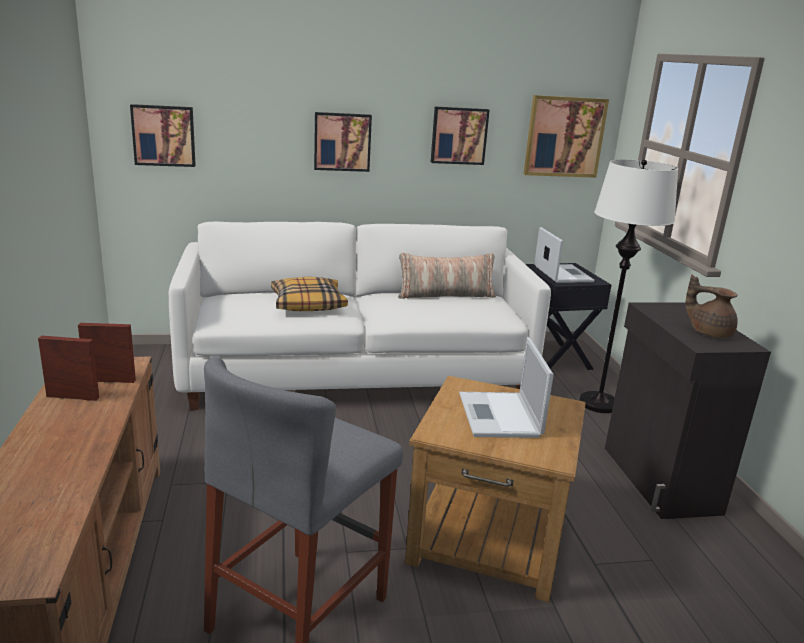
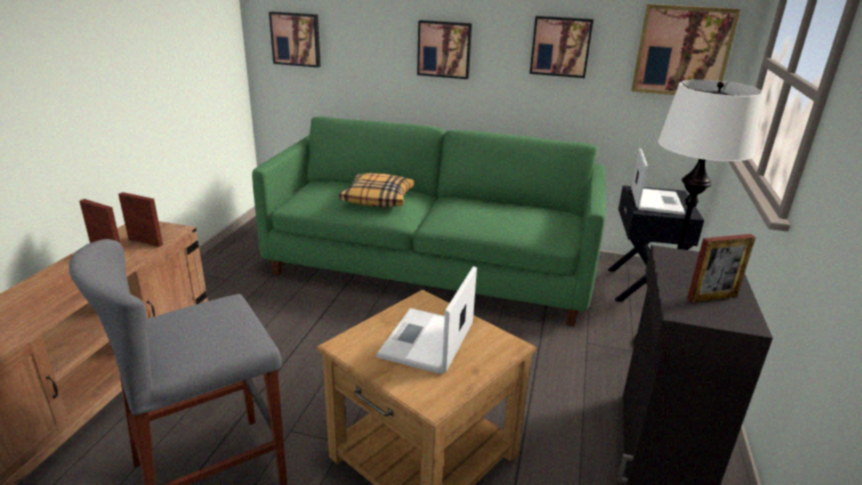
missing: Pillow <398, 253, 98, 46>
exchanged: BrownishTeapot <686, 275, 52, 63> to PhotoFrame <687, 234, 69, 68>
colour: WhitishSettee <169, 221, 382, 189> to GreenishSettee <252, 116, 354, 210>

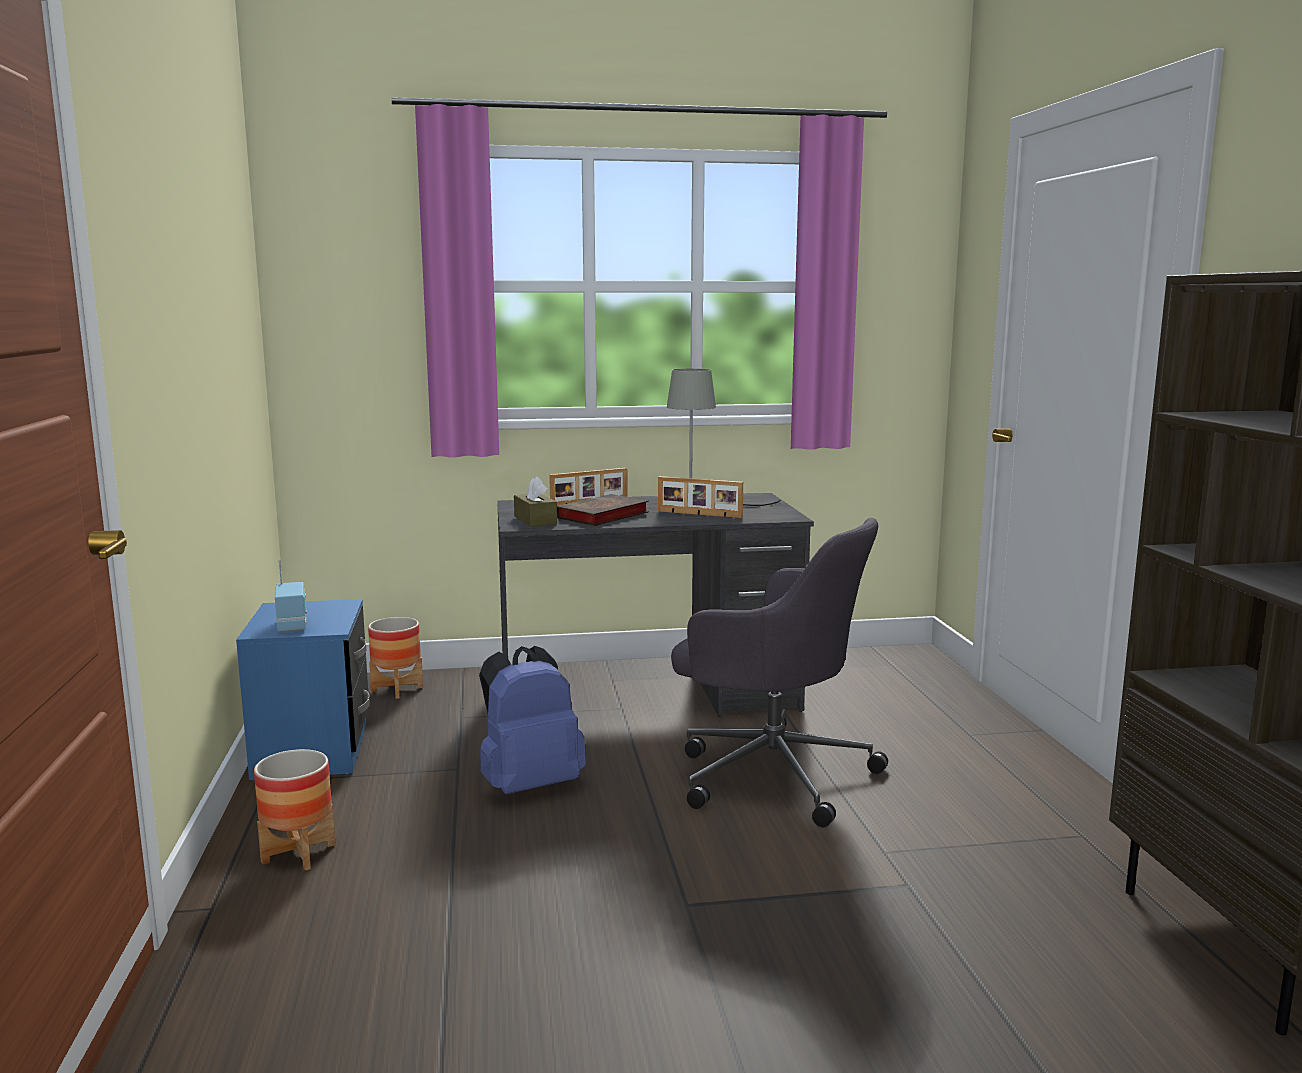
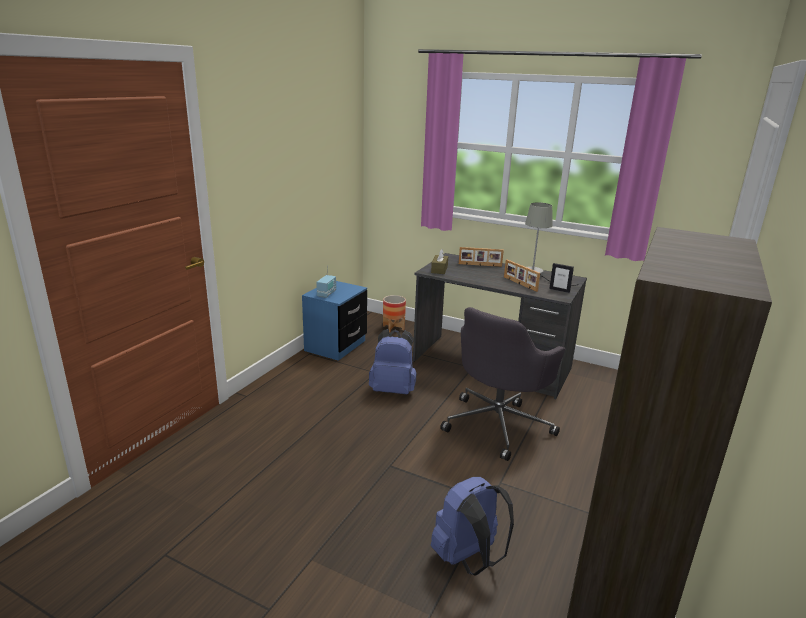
missing: PlantPot <254, 749, 82, 122>; Book <557, 494, 92, 32>
appeared: BlueColouredBackpack <431, 477, 83, 99>; PhotoFrame <549, 263, 25, 30>
spun: GreyDeskChair <671, 518, 217, 310> = <440, 307, 125, 154> 60 degrees clockwise

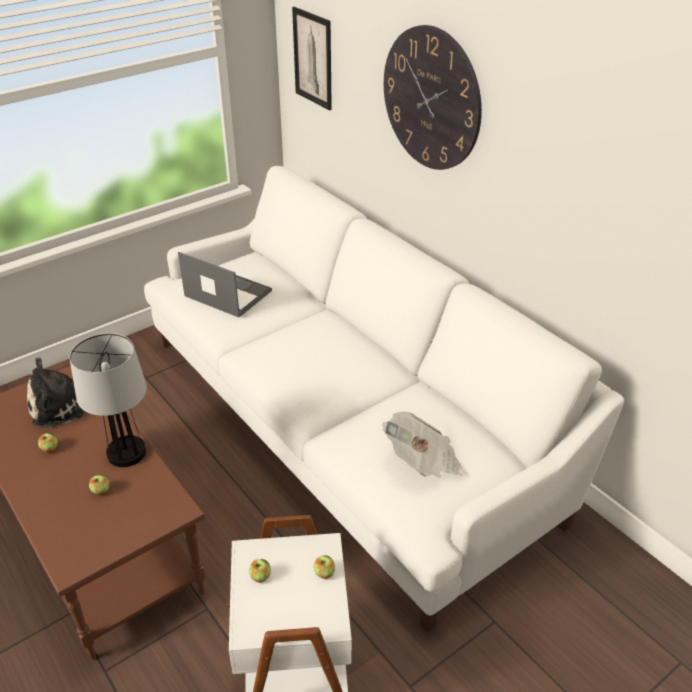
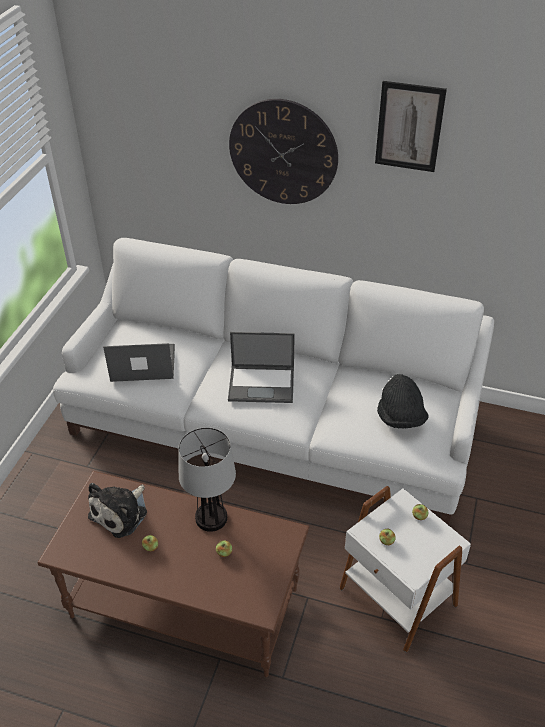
appeared: NotebookComputer <228, 332, 67, 71>
relocated: Picture <292, 7, 40, 103> to <375, 81, 72, 91>
exchanged: DailyPaper <382, 412, 82, 66> to BlackishHat <377, 374, 52, 54>

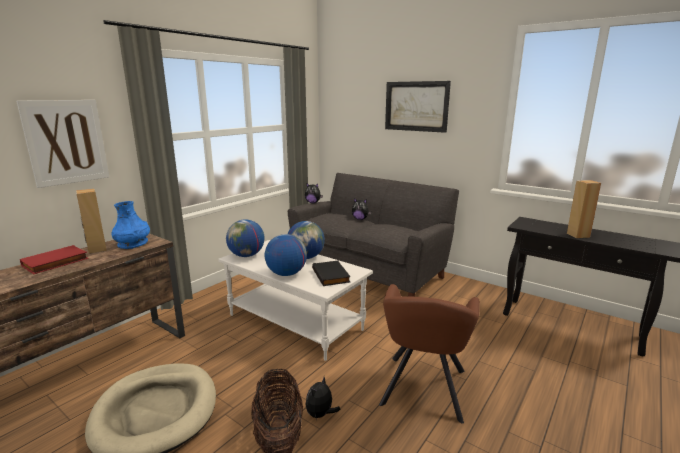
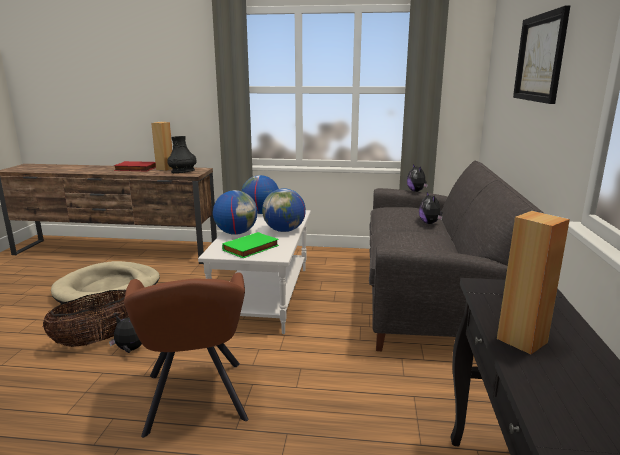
missing: Picture <16, 100, 93, 88>
colour: BlueColouredDecorativeVase <112, 201, 38, 48> to BlackishDecorativeVase <167, 136, 30, 37>; BlackishBook <312, 261, 38, 25> to GreenishBook <222, 232, 57, 26>
spun: BrownishArmchair <379, 284, 101, 140> = <124, 272, 125, 166> 90 degrees counterclockwise

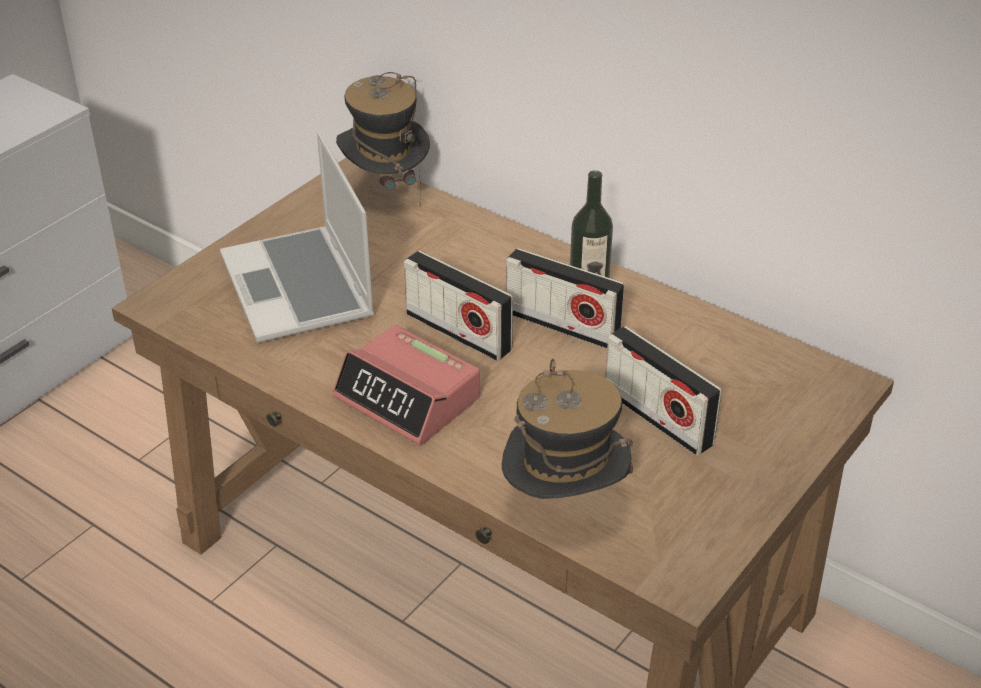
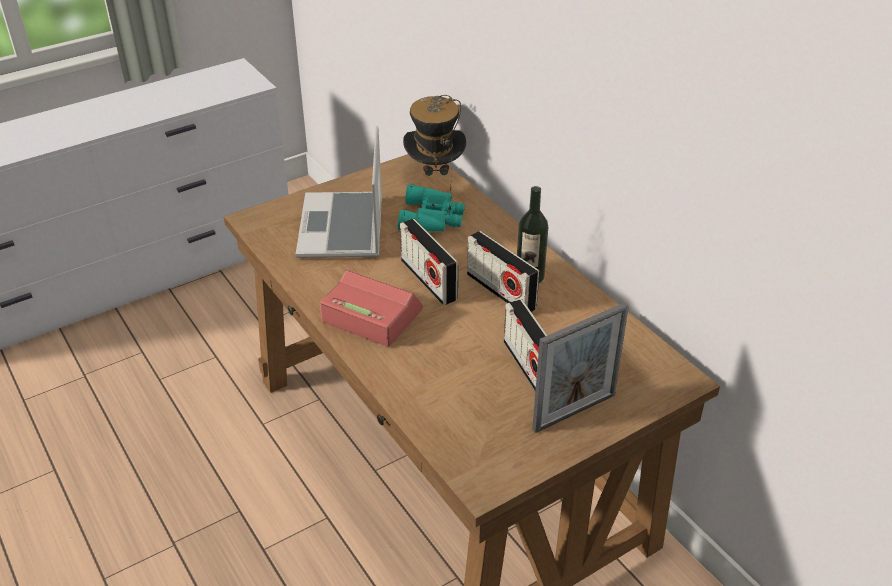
missing: Hat <502, 359, 131, 140>
appeared: TurquoisePairOfBinoculars <398, 184, 67, 48>; PhotoFrame <532, 303, 97, 130>
spun: AlarmClock <332, 325, 148, 121> = <320, 270, 103, 77> 150 degrees clockwise

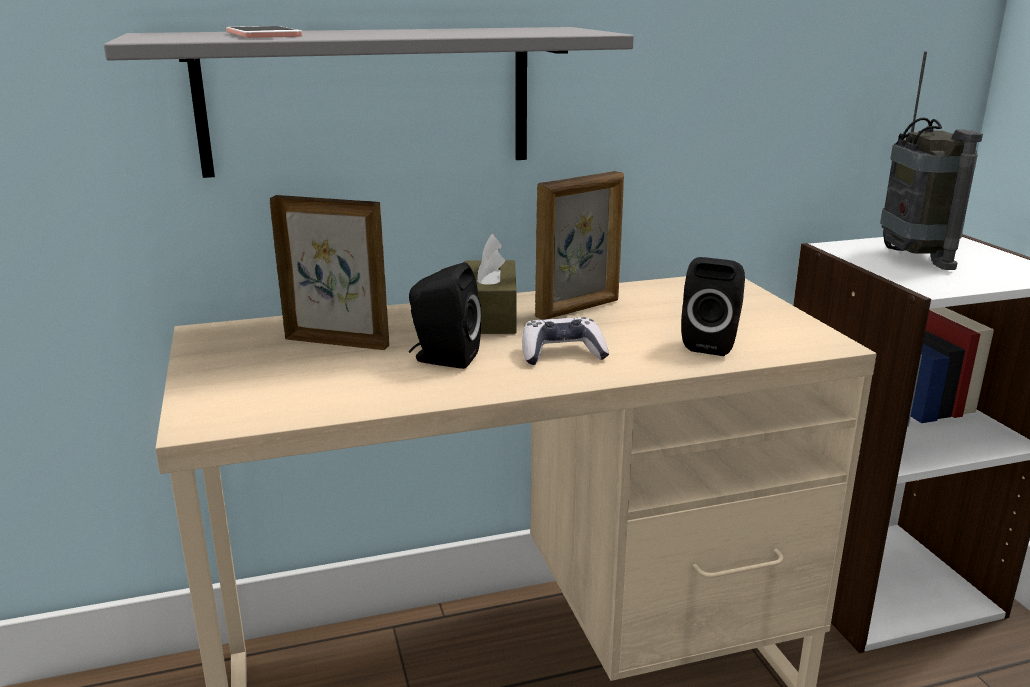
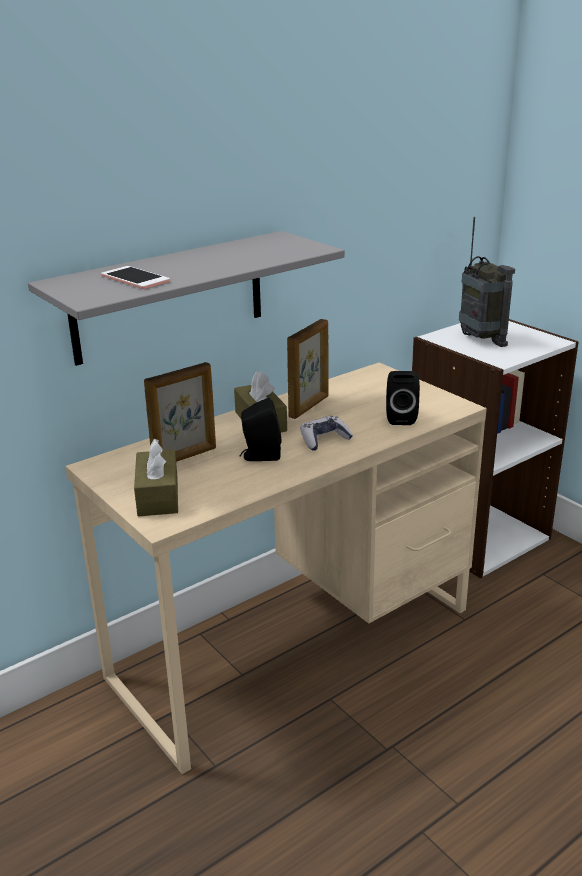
appeared: BrownishTissueBox <134, 438, 44, 78>
spun: PhotoFrame <270, 195, 119, 155> = <144, 362, 72, 100> 150 degrees clockwise

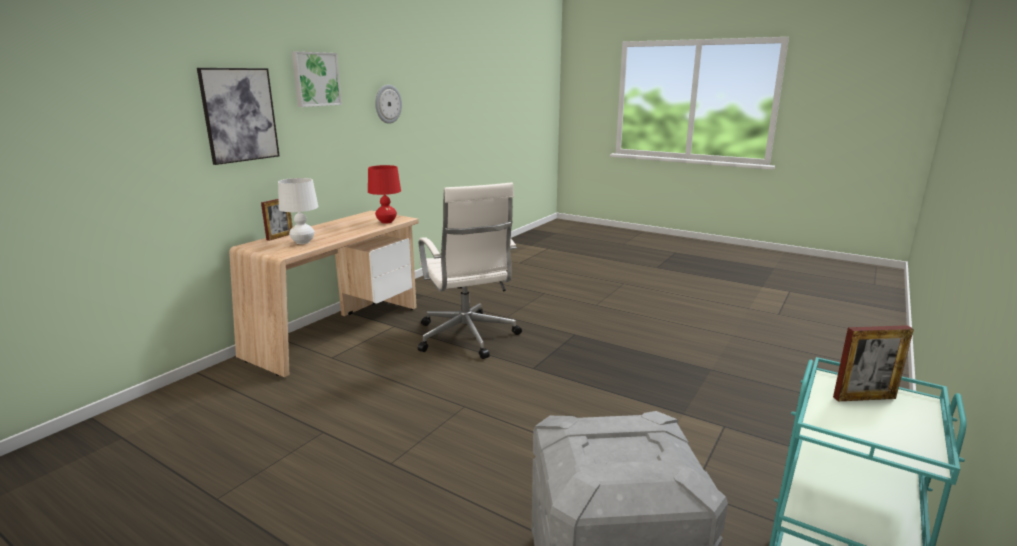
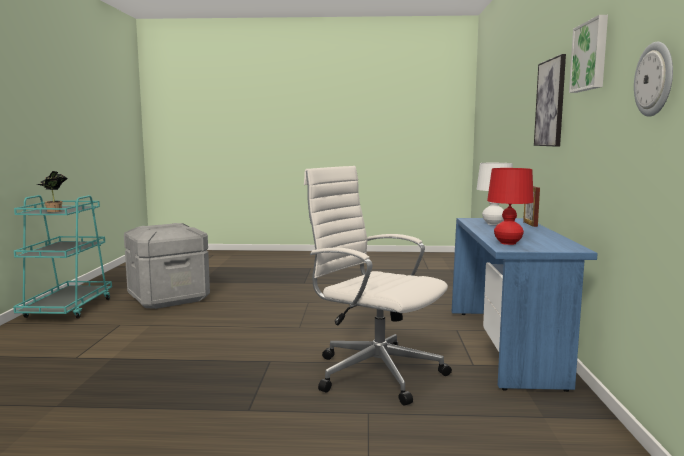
exchanged: PhotoFrame <833, 325, 81, 76> to Houseplant <37, 171, 31, 41>
colour: BeigeDeskTable <229, 211, 190, 166> to BlueColouredDeskTable <452, 218, 146, 174>

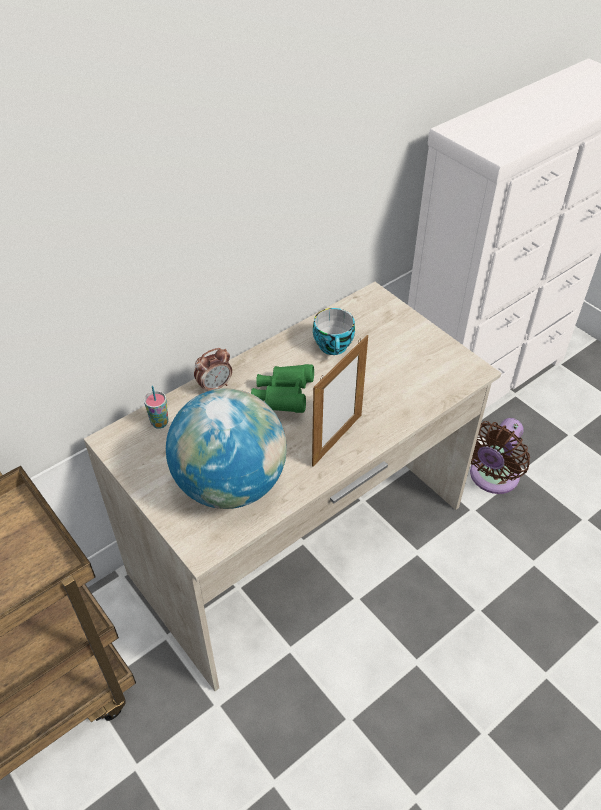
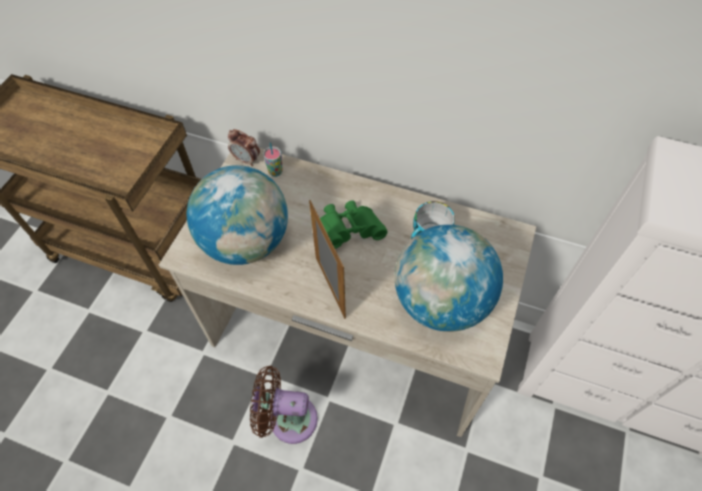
appeared: WorldGlobe <395, 225, 108, 107>
relocated: AlarmClock <194, 348, 38, 43> to <228, 129, 32, 37>; BrownishElectricFan <470, 418, 60, 76> to <250, 366, 68, 78>
spun: PhotoFrame <312, 335, 56, 132> = <309, 200, 37, 119> 120 degrees counterclockwise

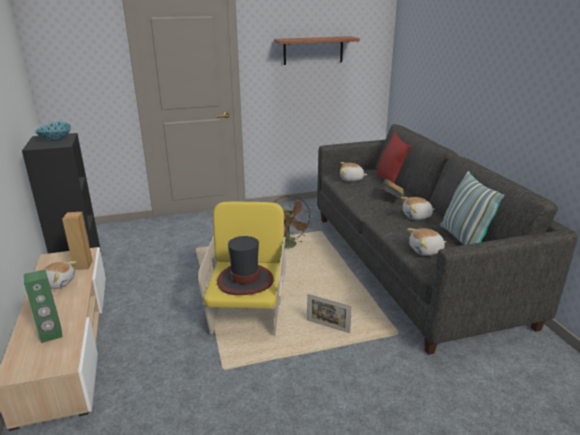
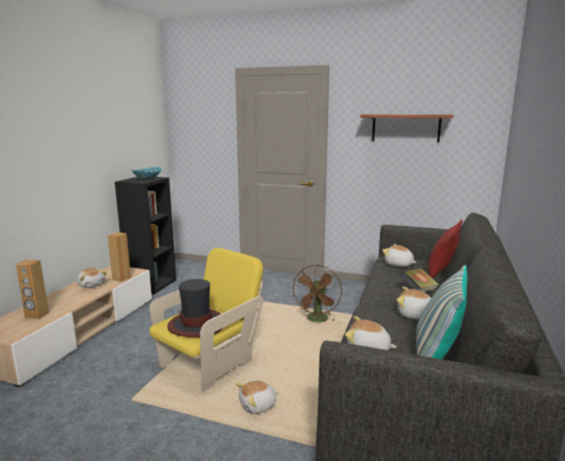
exchanged: PhotoFrame <307, 294, 45, 39> to SoftToy <236, 380, 42, 34>
colour: GreenishAudioSpeaker <24, 269, 38, 74> to BrownishAudioSpeaker <16, 259, 33, 60>

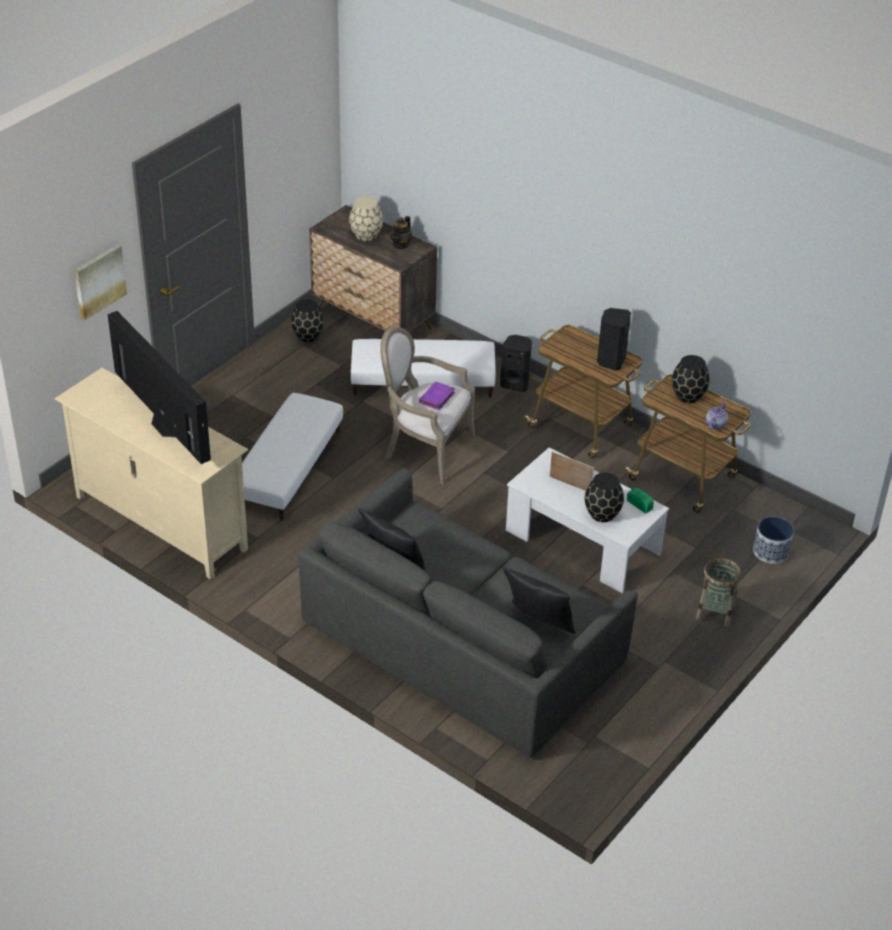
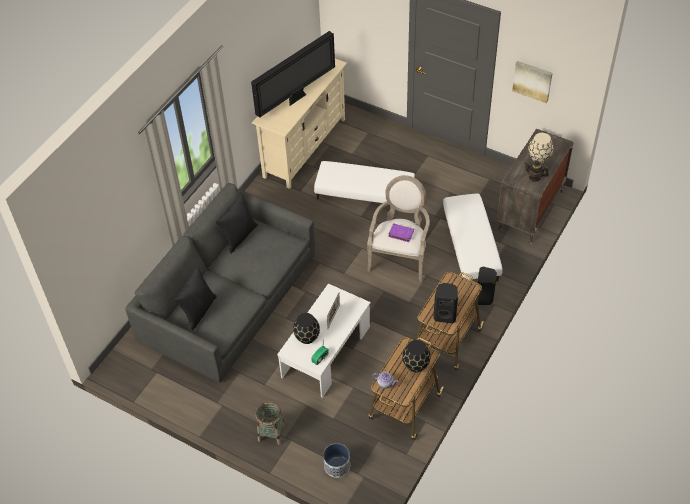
missing: BlackishDecorativeVase <291, 299, 33, 43>
relocated: Picture <74, 244, 53, 77> to <512, 61, 41, 42>

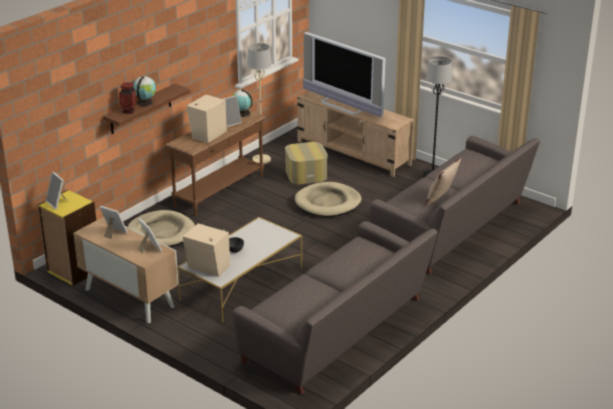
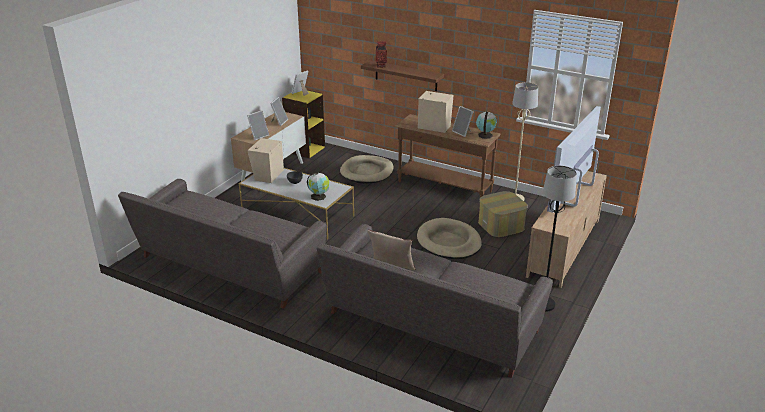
relocated: WorldGlobe <134, 76, 22, 30> to <307, 173, 22, 28>

